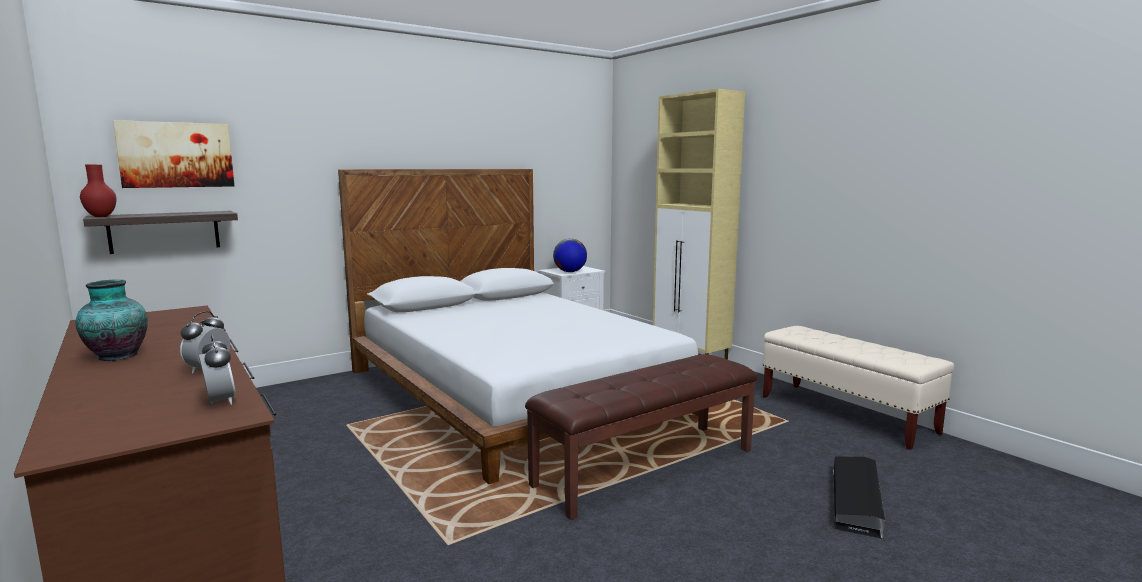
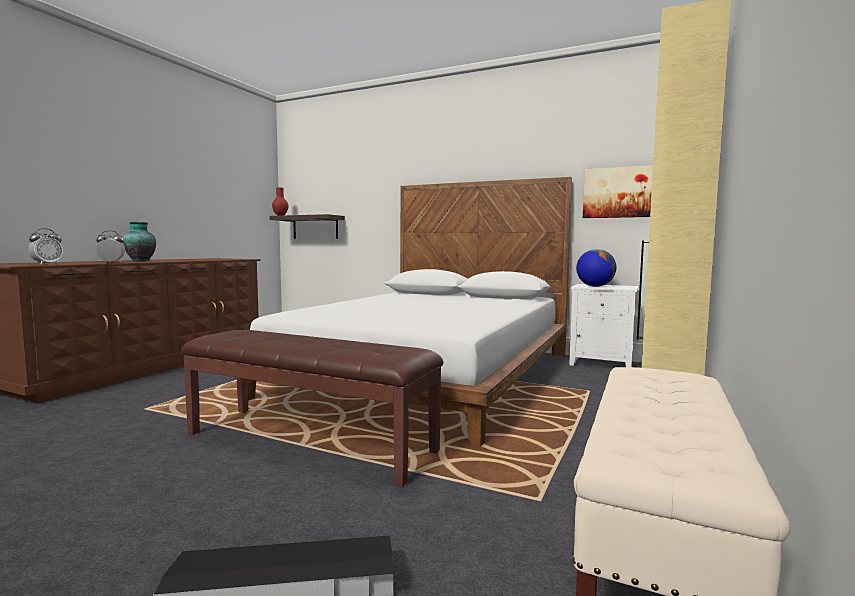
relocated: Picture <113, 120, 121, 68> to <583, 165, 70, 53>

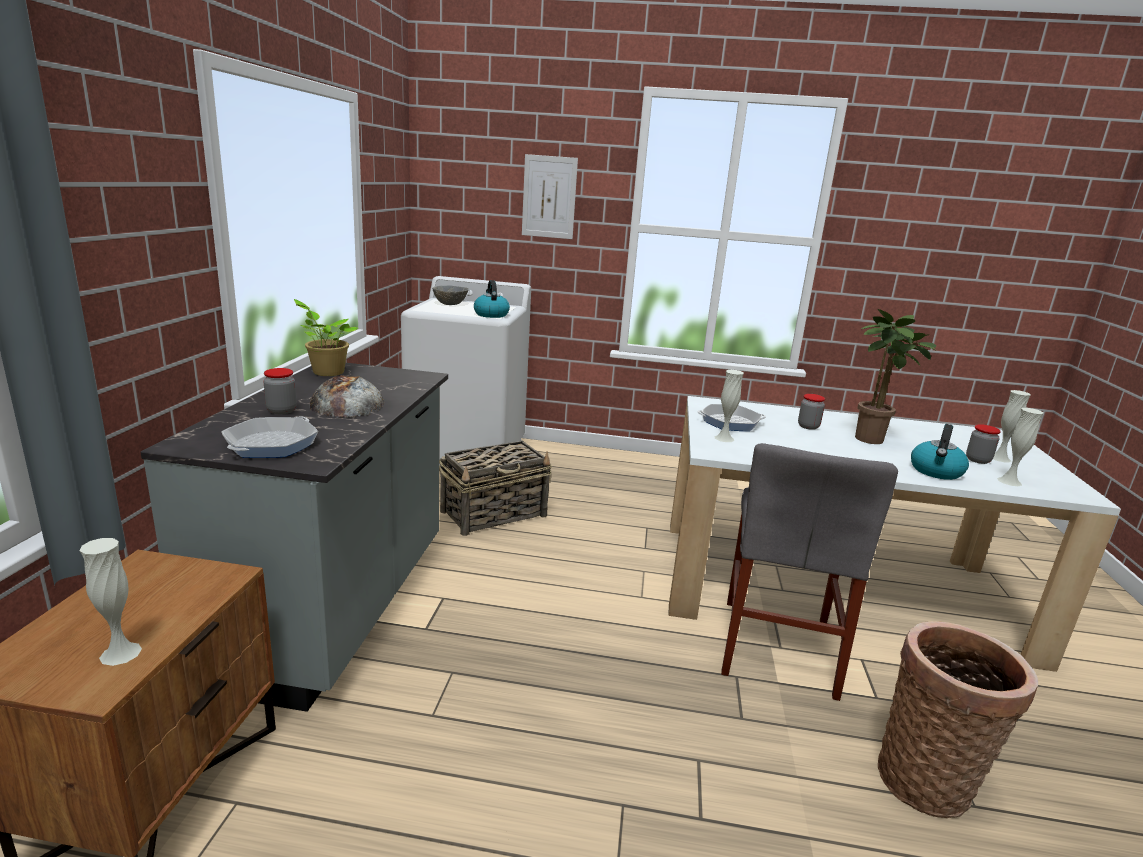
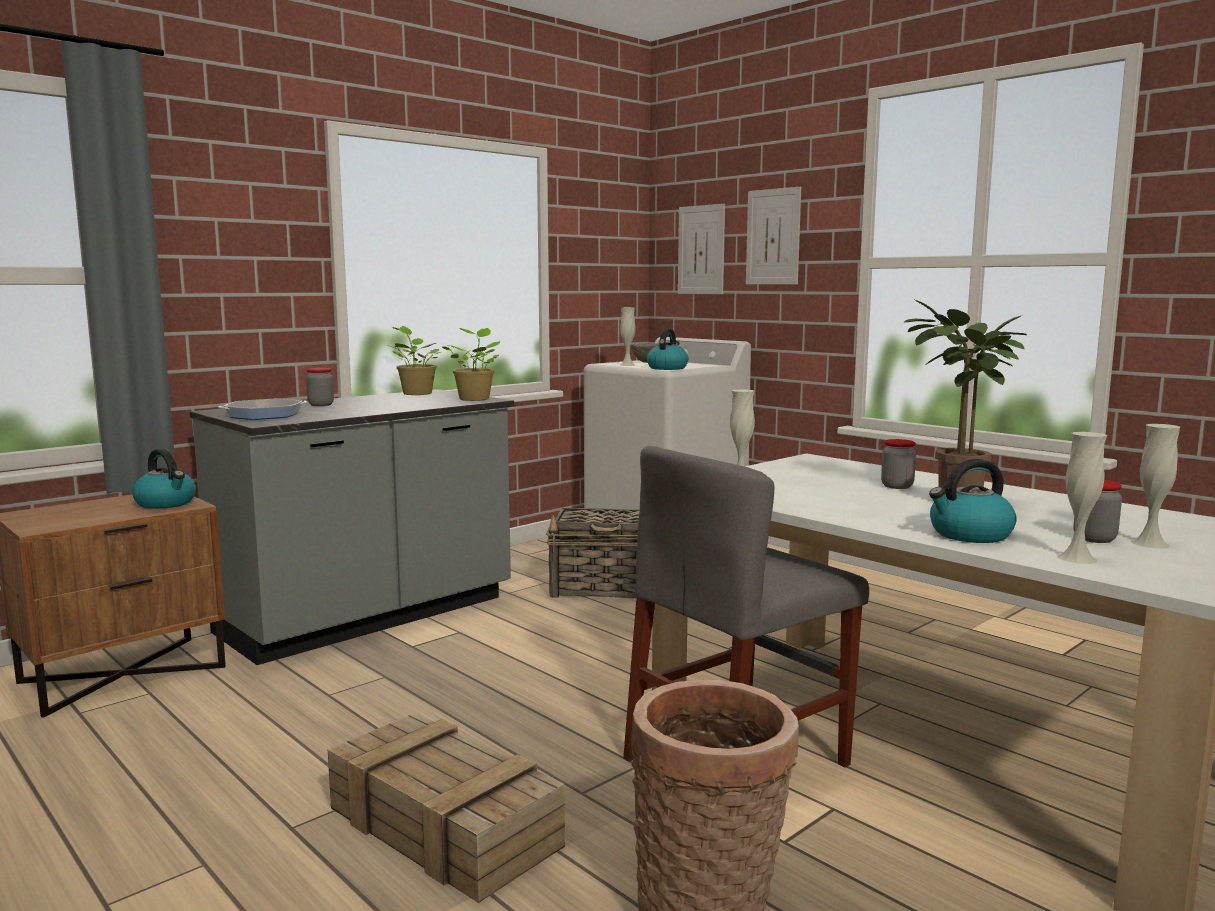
missing: BakedBread <310, 376, 74, 42>; Pan <697, 404, 69, 27>
appeared: WaterKettle <132, 449, 64, 60>; Crate <328, 713, 237, 190>; Houseplant <442, 328, 58, 73>; Picture <678, 204, 47, 90>
relocated: WhitishDecorativeVase <80, 538, 62, 128> to <620, 307, 16, 59>

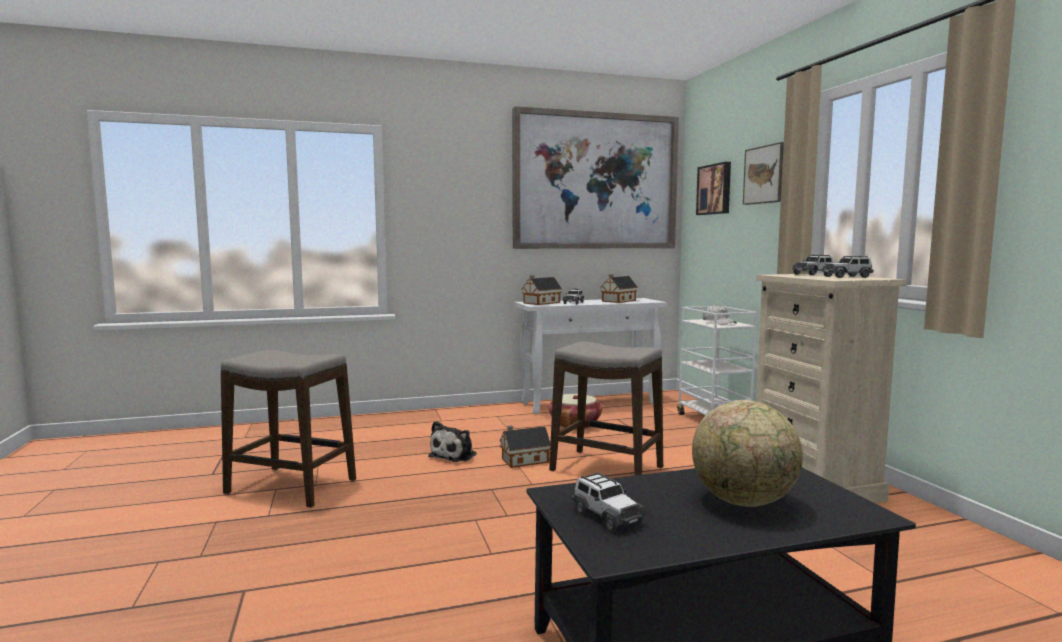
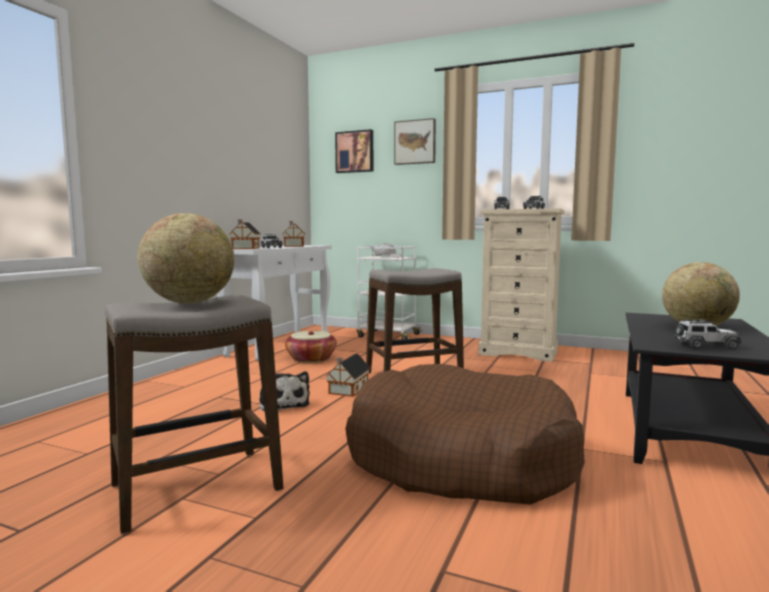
missing: Picture <512, 106, 167, 143>
appeared: WorldGlobe <138, 213, 96, 91>; BrownishDogCushion <345, 364, 240, 141>

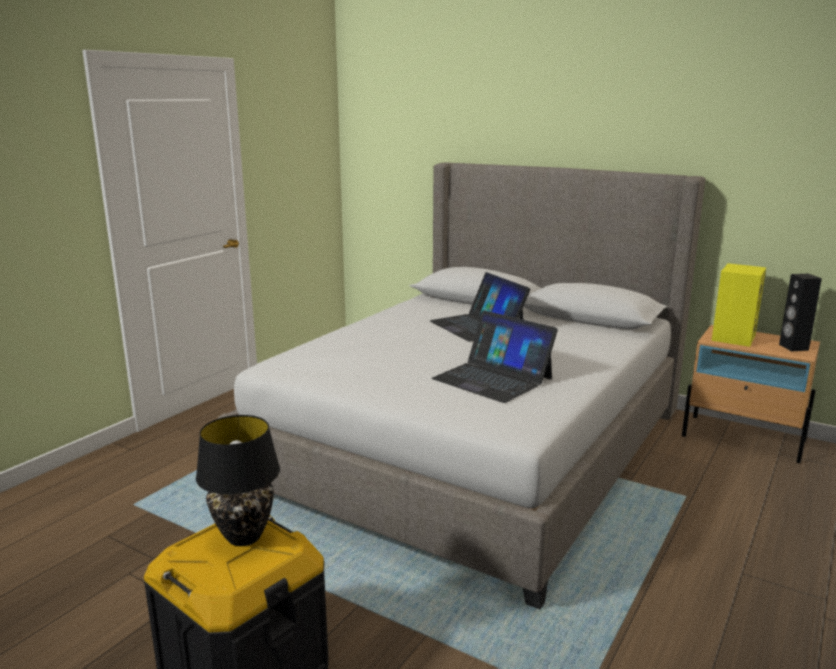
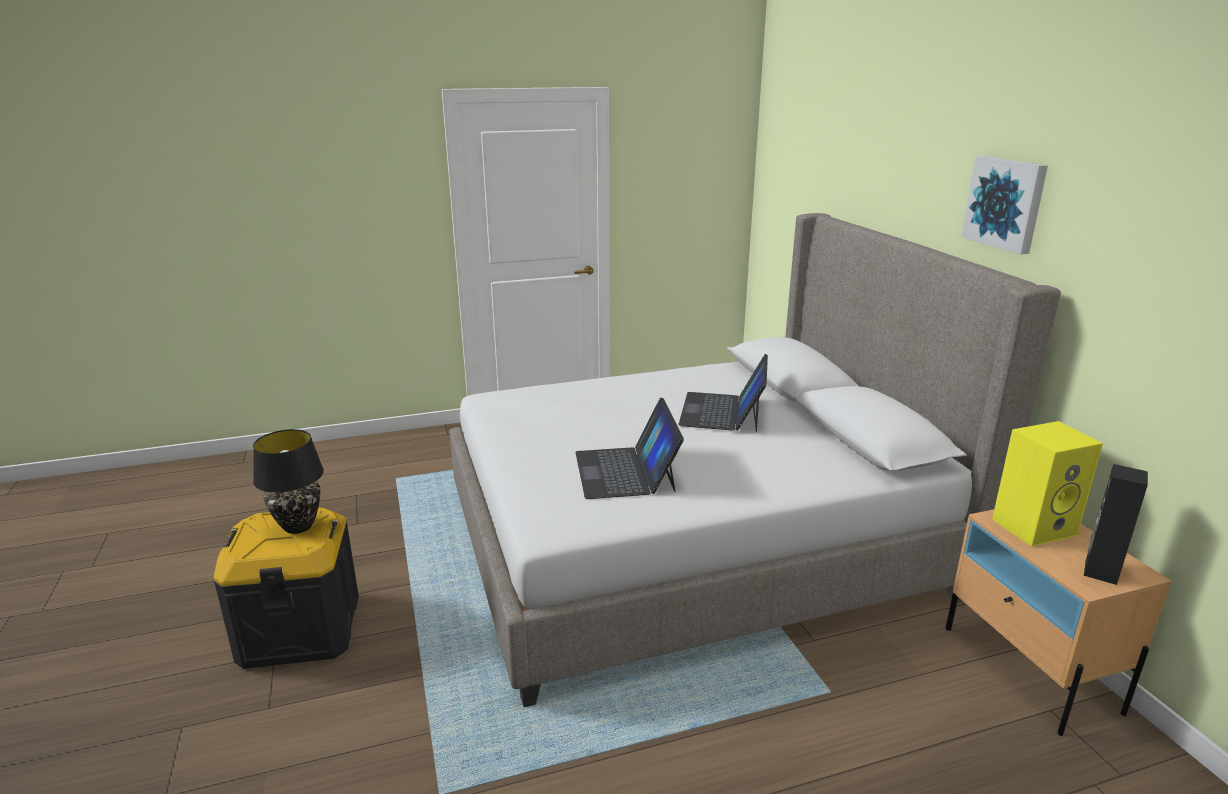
appeared: Picture <961, 156, 87, 98>

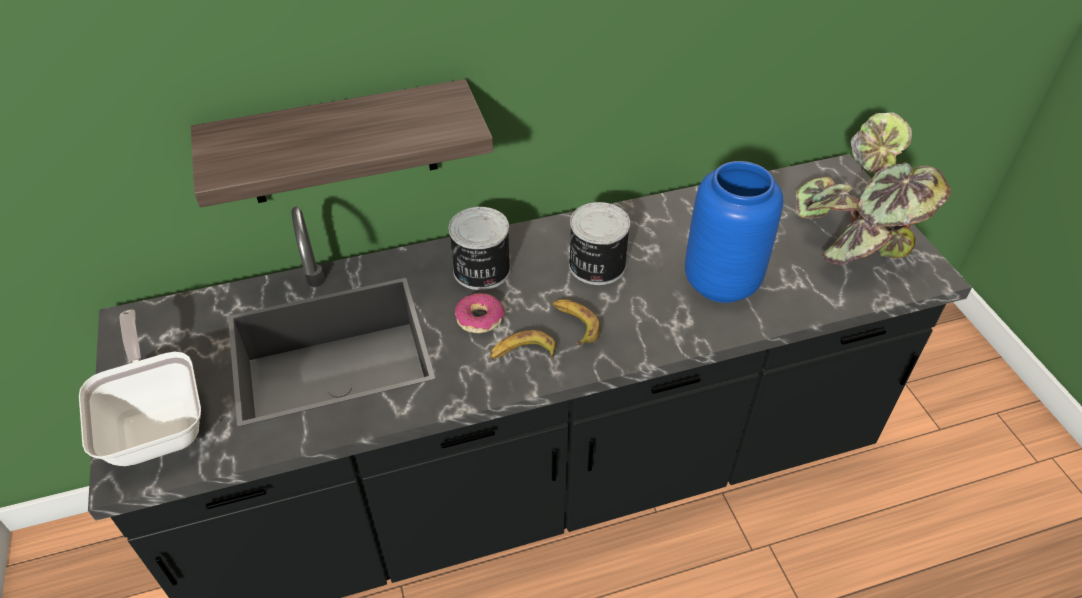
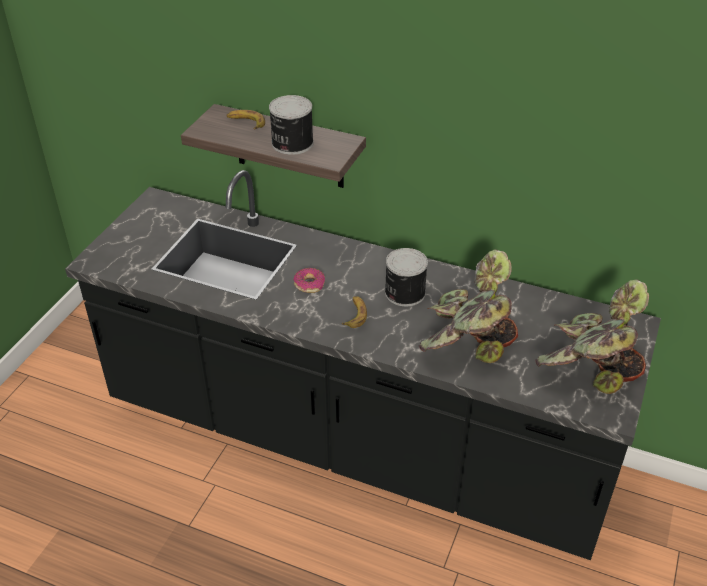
missing: Pan <79, 310, 122, 156>
relocated: BananaFruit <489, 330, 67, 30> to <226, 110, 39, 20>; SealedCan <449, 207, 62, 83> to <269, 95, 45, 60>
exchanged: BlueColouredDecorativeVase <685, 161, 98, 142> to Houseplant <419, 250, 99, 113>

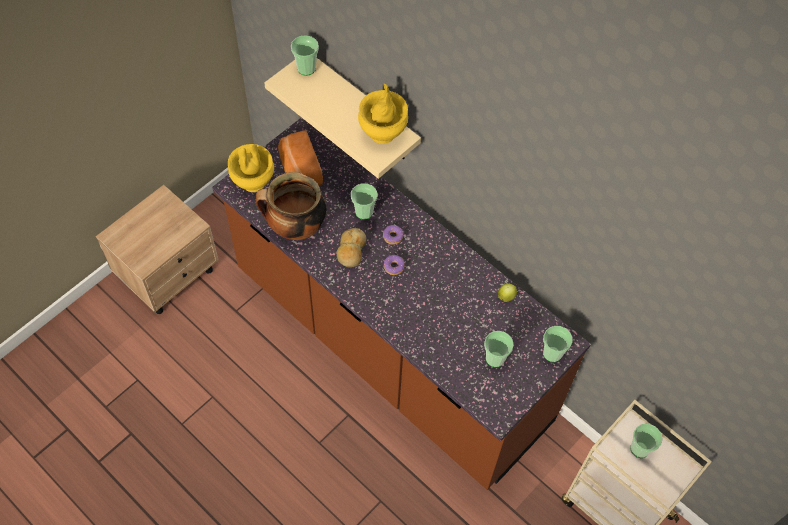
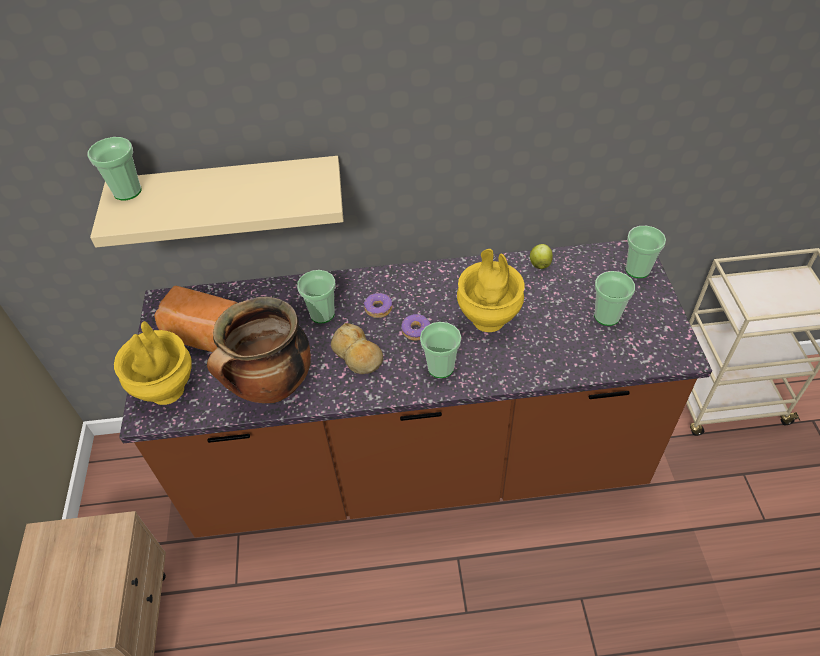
relocated: SmallCup <630, 424, 33, 34> to <420, 322, 41, 56>; YellowDecorativeVase <358, 84, 50, 60> to <457, 249, 67, 83>

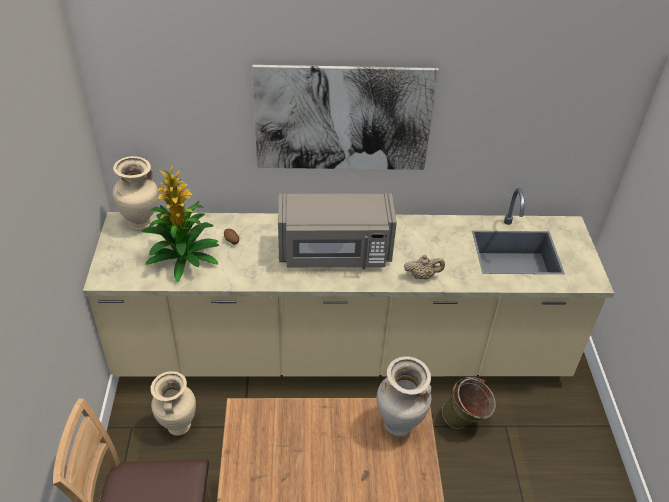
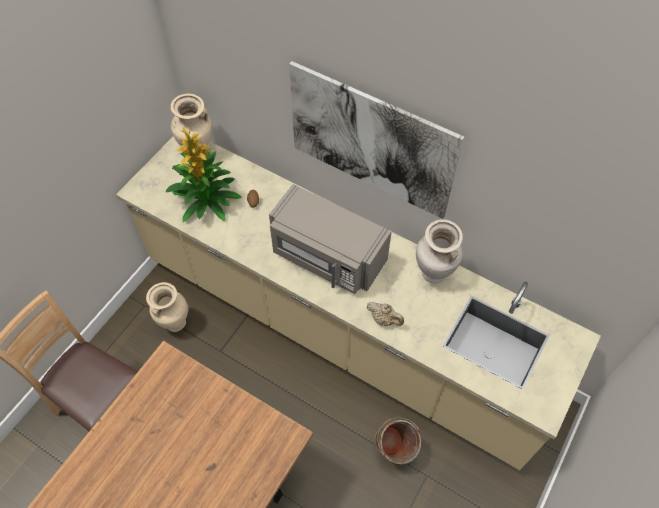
relocated: BeigeDecorativeVase <377, 356, 55, 81> to <416, 219, 47, 64>

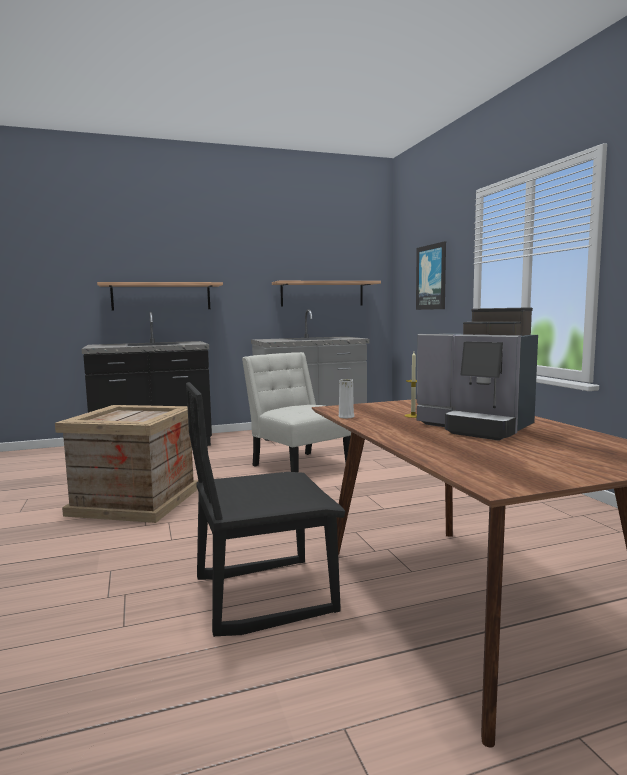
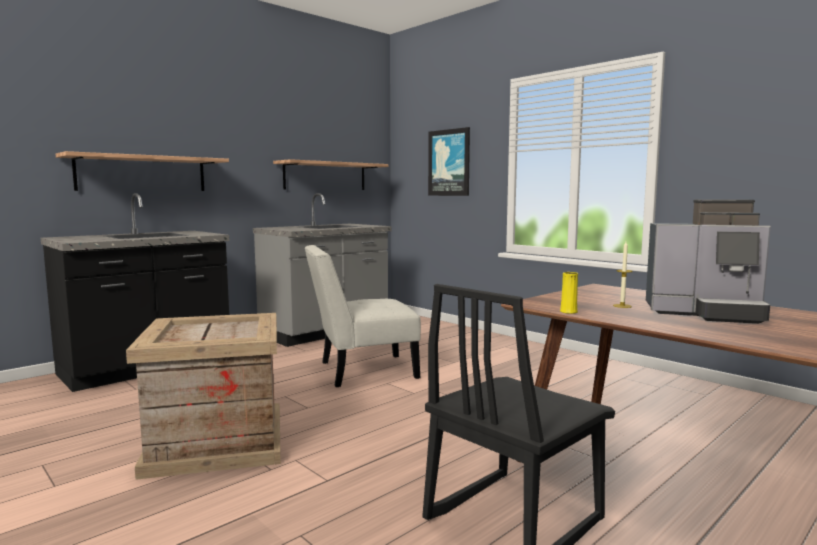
colour: WhitishDecorativeVase <338, 379, 16, 39> to YellowDecorativeVase <560, 272, 18, 42>
spun: WhitishPlainChair <242, 352, 109, 120> = <305, 245, 116, 142> 45 degrees counterclockwise

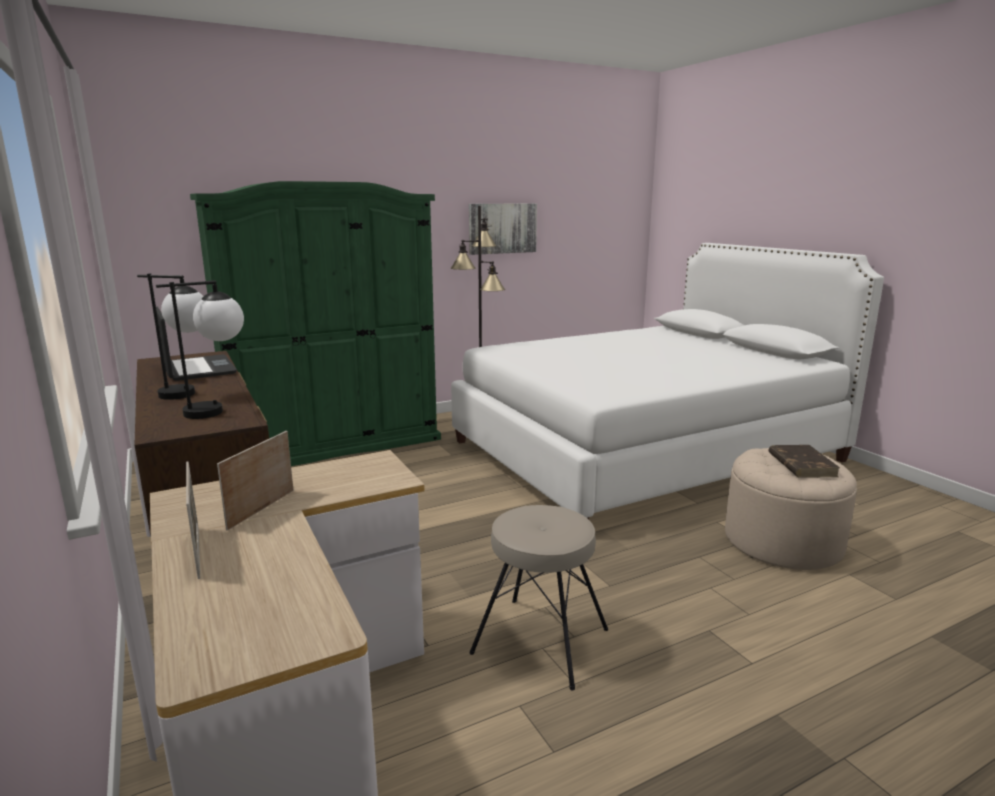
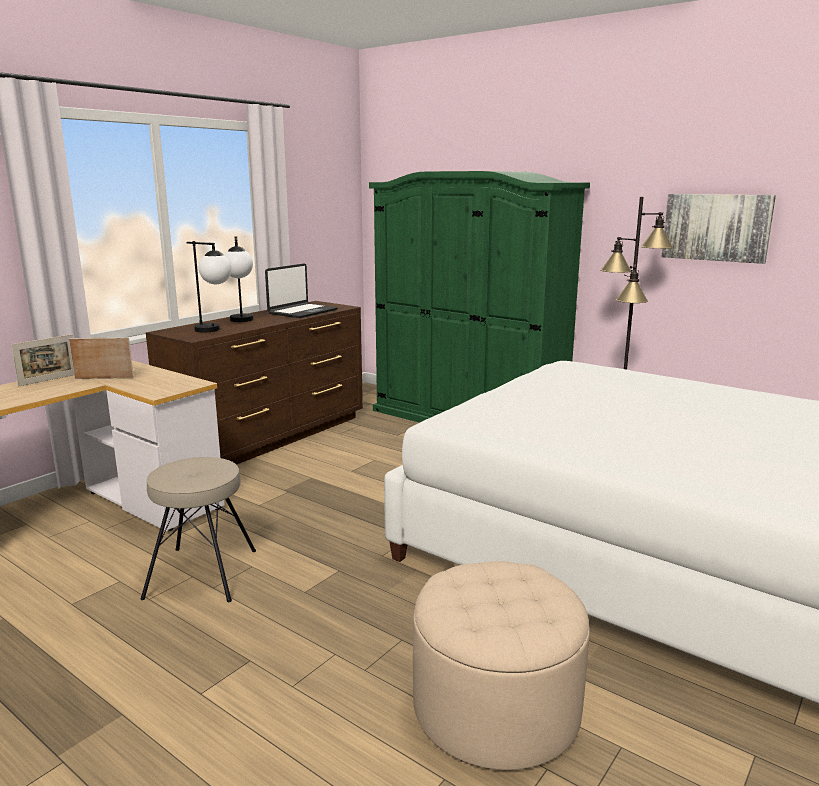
missing: BrownishBook <769, 445, 71, 33>

